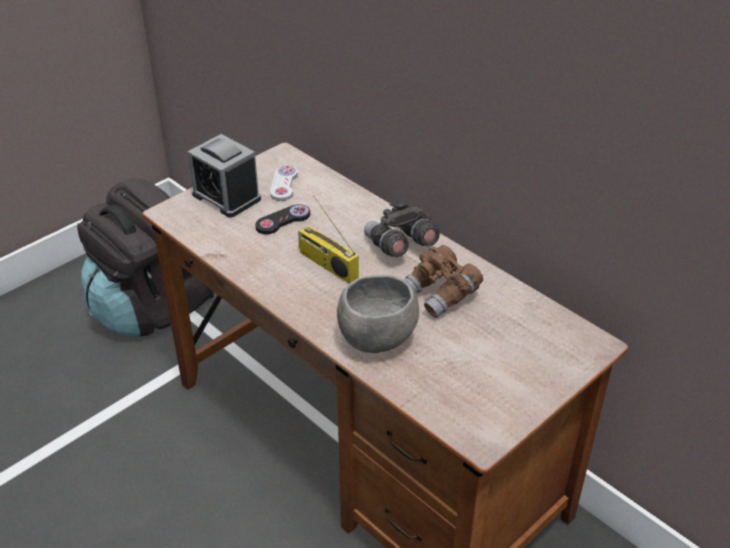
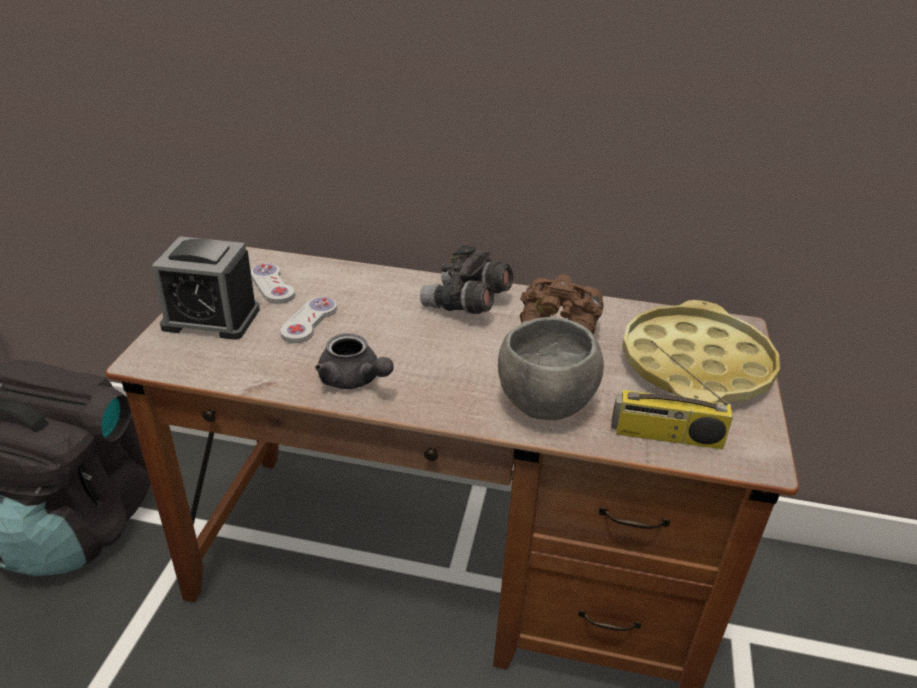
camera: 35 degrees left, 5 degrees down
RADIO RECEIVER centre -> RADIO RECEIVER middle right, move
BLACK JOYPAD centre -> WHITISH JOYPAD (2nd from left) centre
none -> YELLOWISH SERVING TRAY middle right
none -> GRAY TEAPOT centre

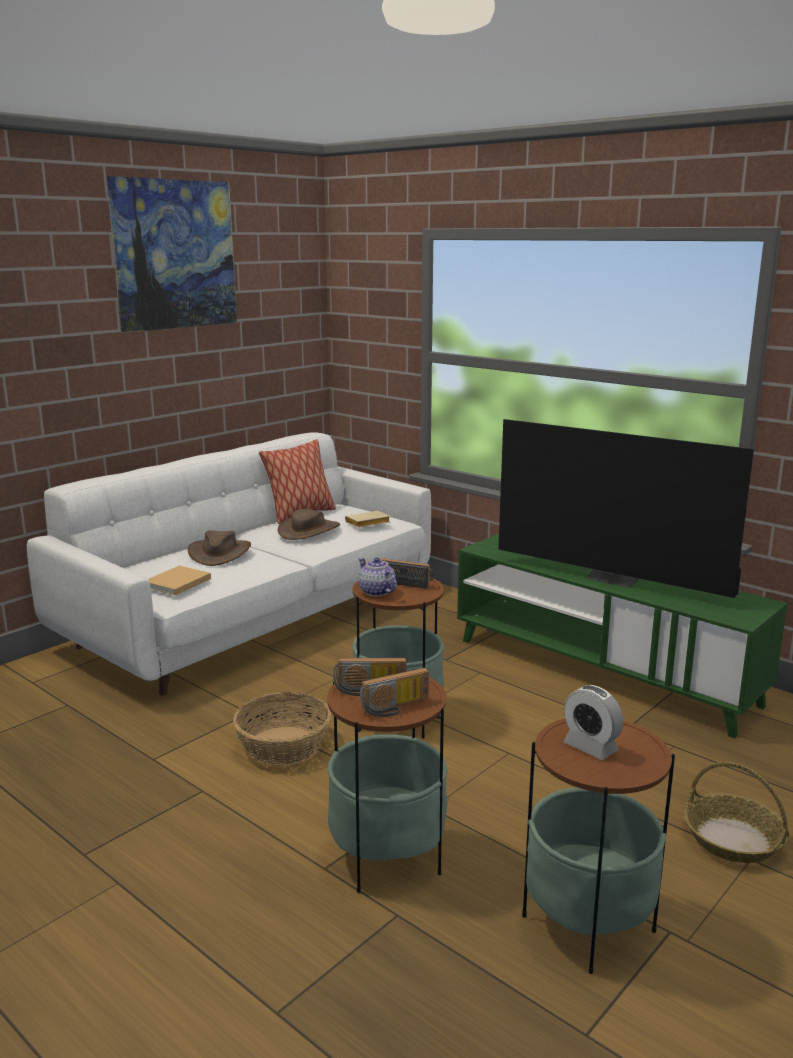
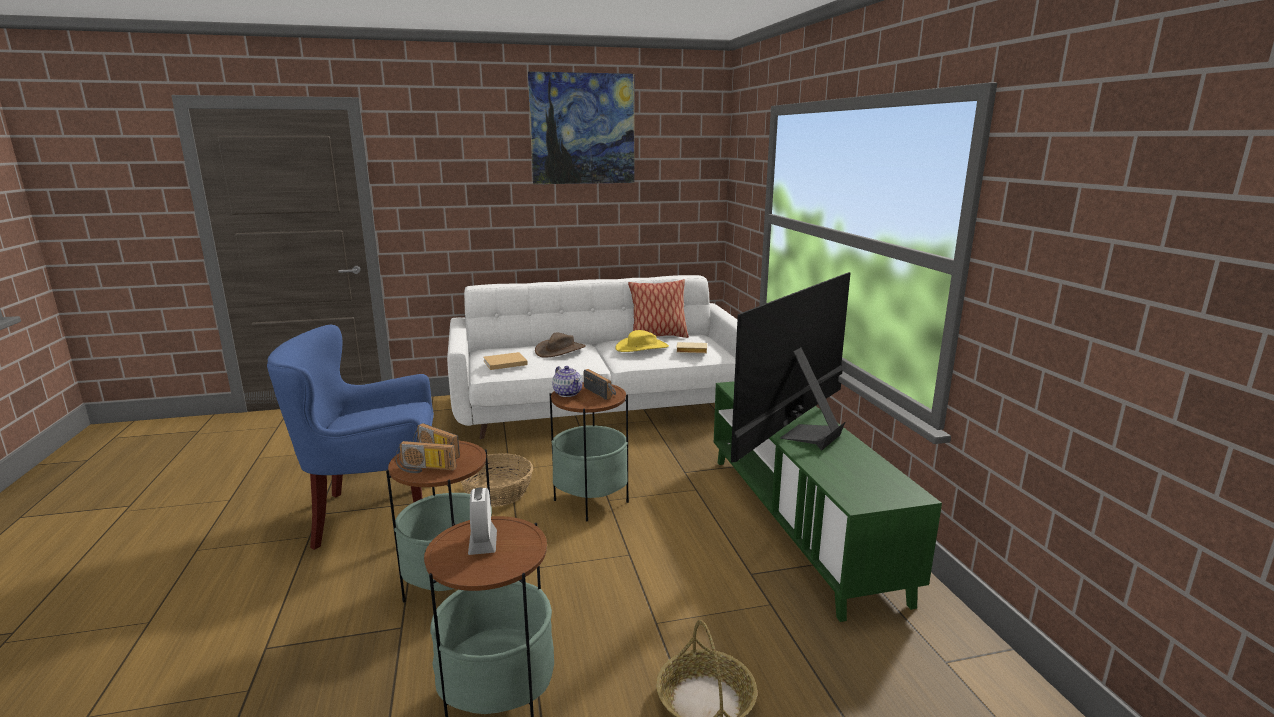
camera: 35 degrees right, 0 degrees up
TV middle right -> TV centre, 60 degrees clockwise
BROWN-COLOURED WEARABLE HAT (2nd from left) centre -> YELLOWISH WEARABLE HAT centre
TEAPOT centre, 150 degrees clockwise
none -> BLUE-COLOURED LOUNGE CHAIR middle left

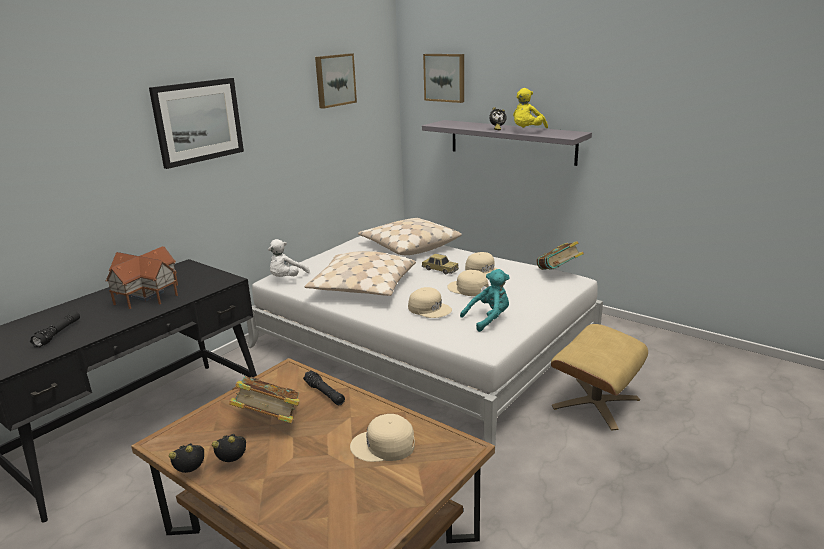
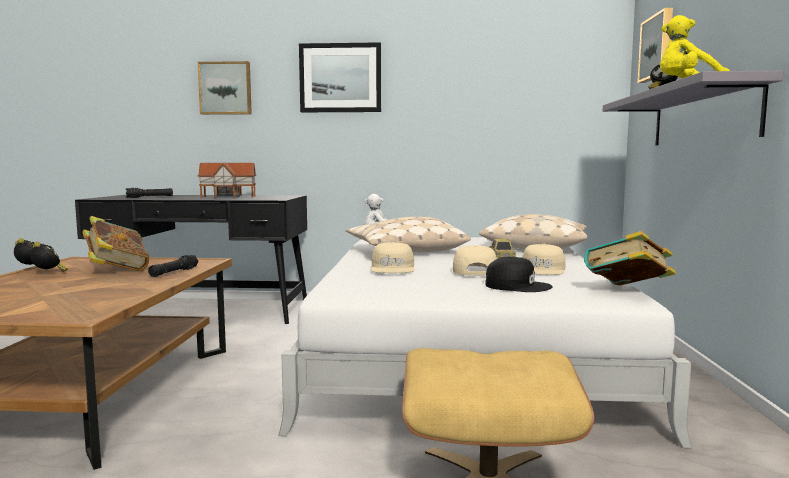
camera: 55 degrees right, 15 degrees down
PICTURE (2nd from left in the first image) top centre -> PICTURE (1st from left) top left, move
TURQUOISE-COLOURED CUDDLY TOY centre -> none
BEIGE BASEBALL CAP (1st from left) bottom centre -> none
none -> BLACK BASEBALL CAP centre

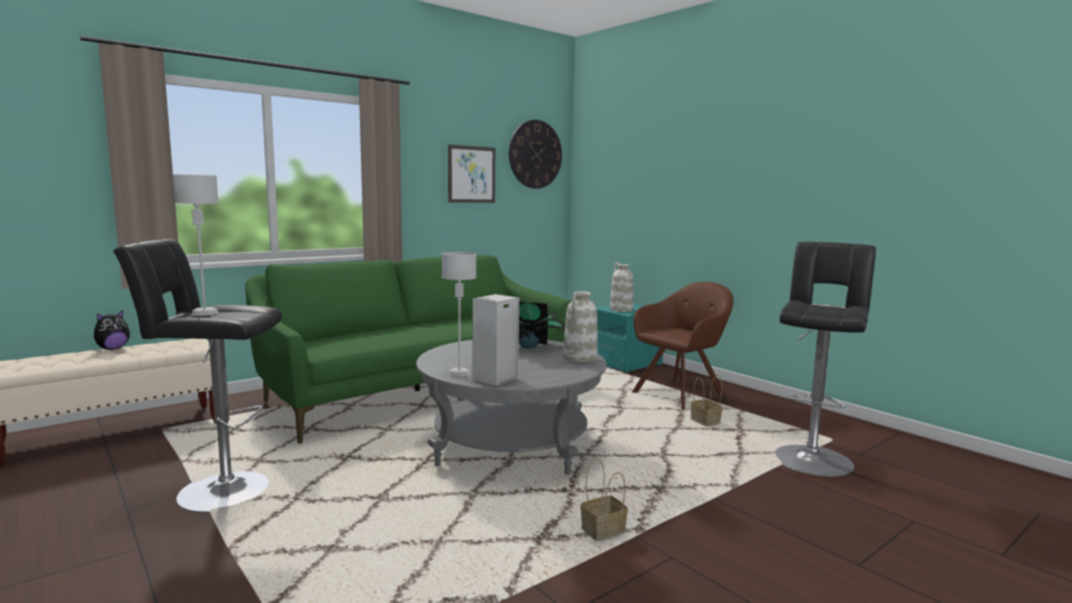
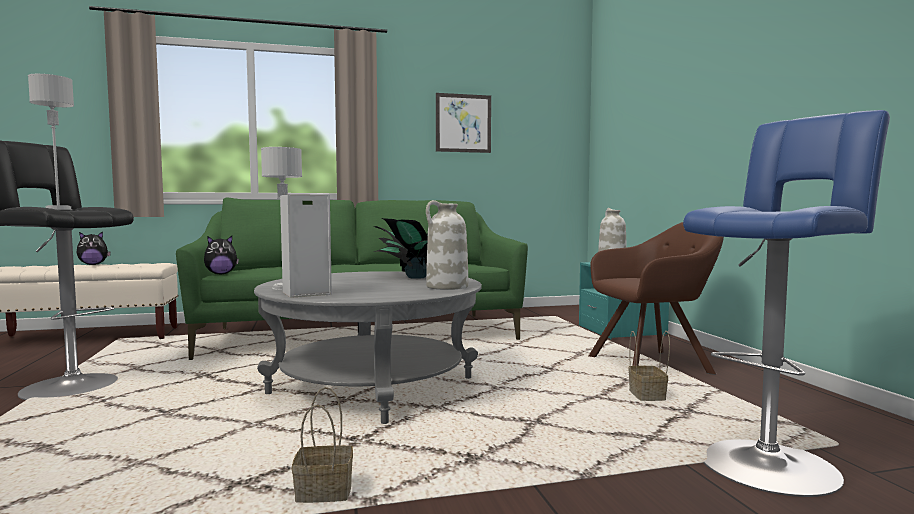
camera: 25 degrees right, 5 degrees down
HANGING CLOCK top centre -> none
BLACK STOOL (2nd from left) middle right -> BLUE-COLOURED STOOL middle right
none -> CUDDLY TOY (2nd from left) middle left

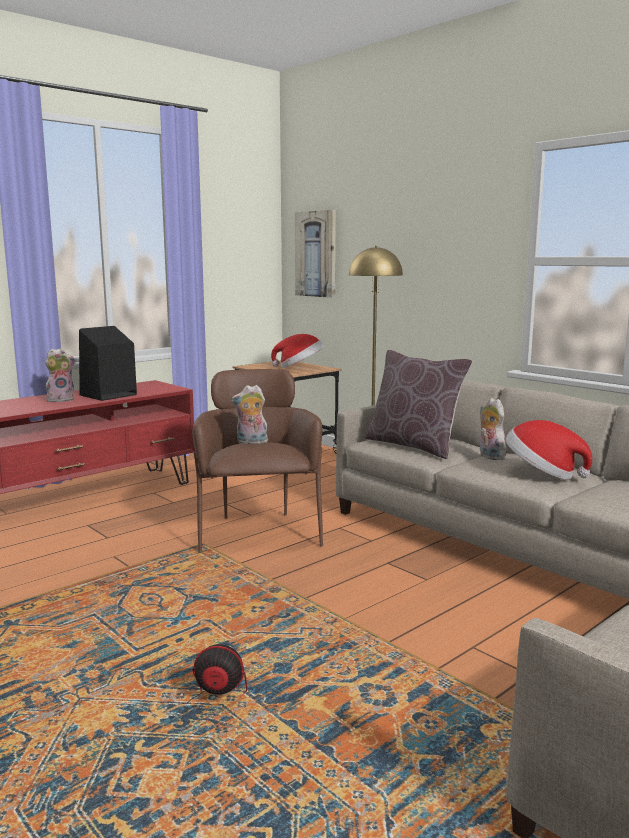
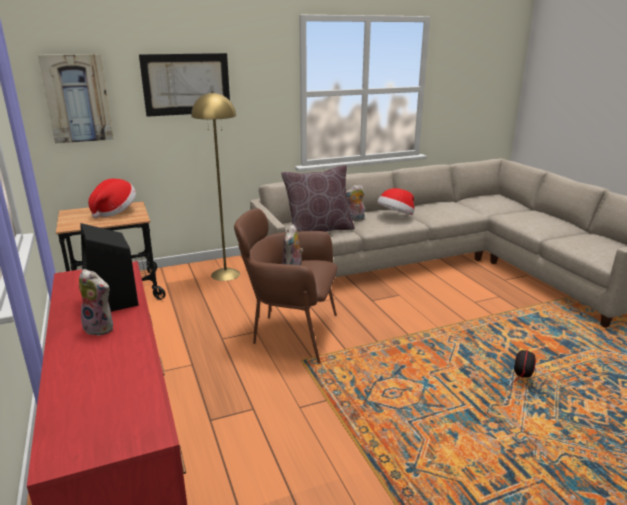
camera: 70 degrees left, 10 degrees up
CUDDLY TOY (1st from left) middle left, 120 degrees clockwise
none -> PICTURE (2nd from left) top left

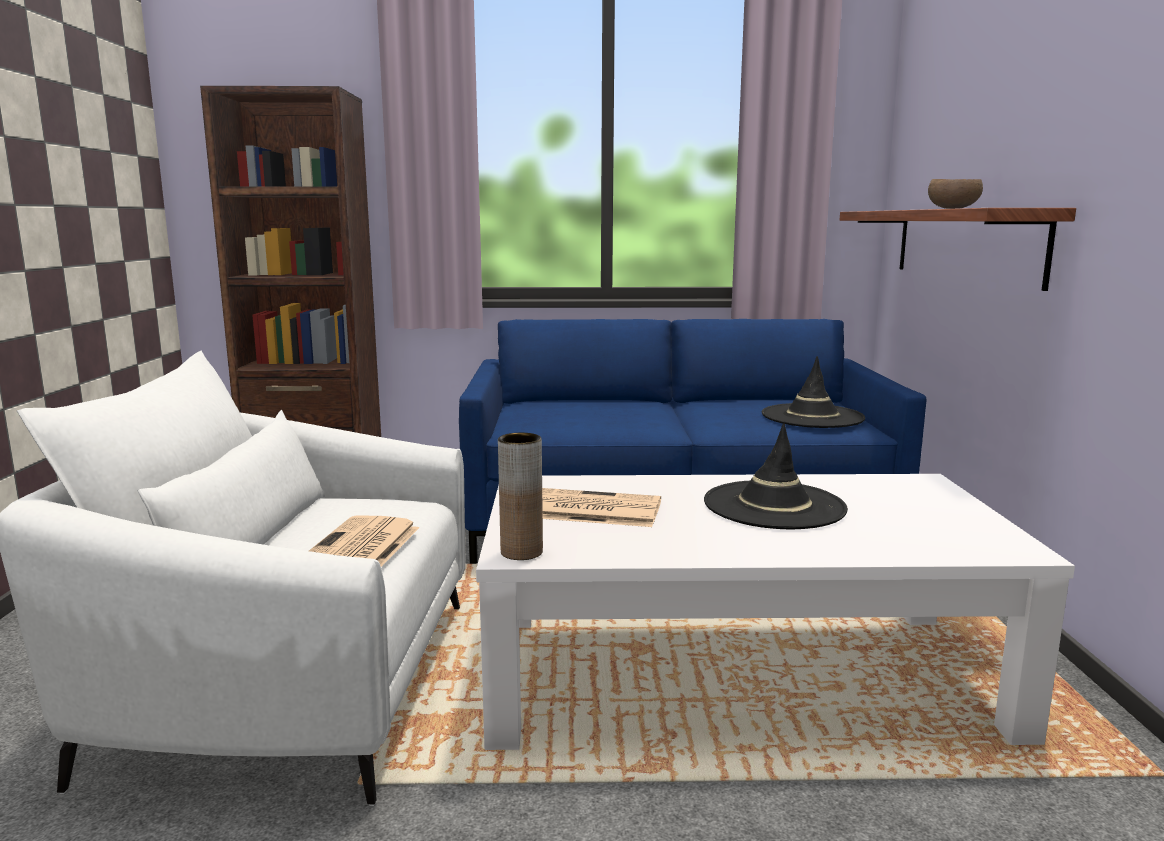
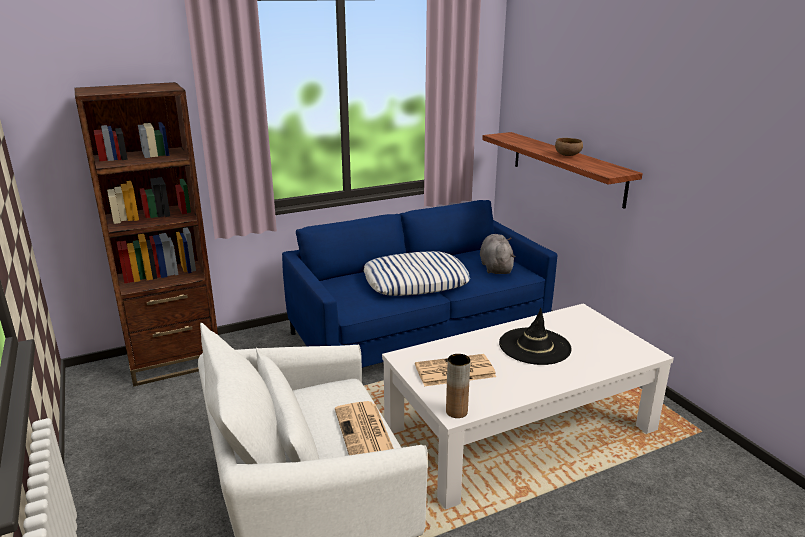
camera: 25 degrees left, 10 degrees up
BLACK WEARABLE HAT (2nd from left) middle right -> GRAY CUDDLY TOY centre
none -> PILLOW centre

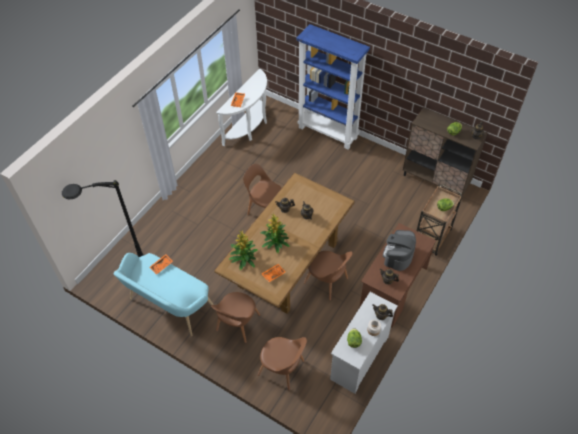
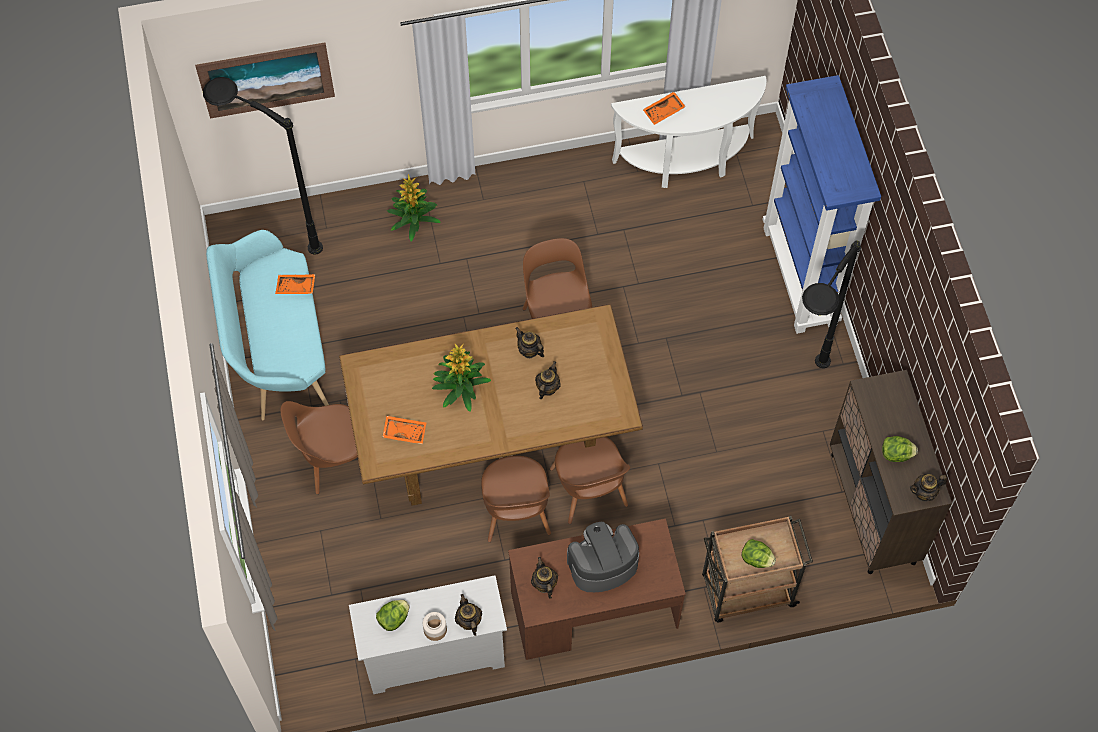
camera: 45 degrees right, 10 degrees up
HOUSEPLANT (1st from left) centre -> HOUSEPLANT (1st from left) top centre, move
BROWN-COLOURED PLAIN CHAIR (3rd from left in the first image) bottom centre -> BROWN-COLOURED PLAIN CHAIR (4th from left) centre, move
none -> PICTURE top left
none -> BLACK FLOOR LAMP (2nd from left) middle right

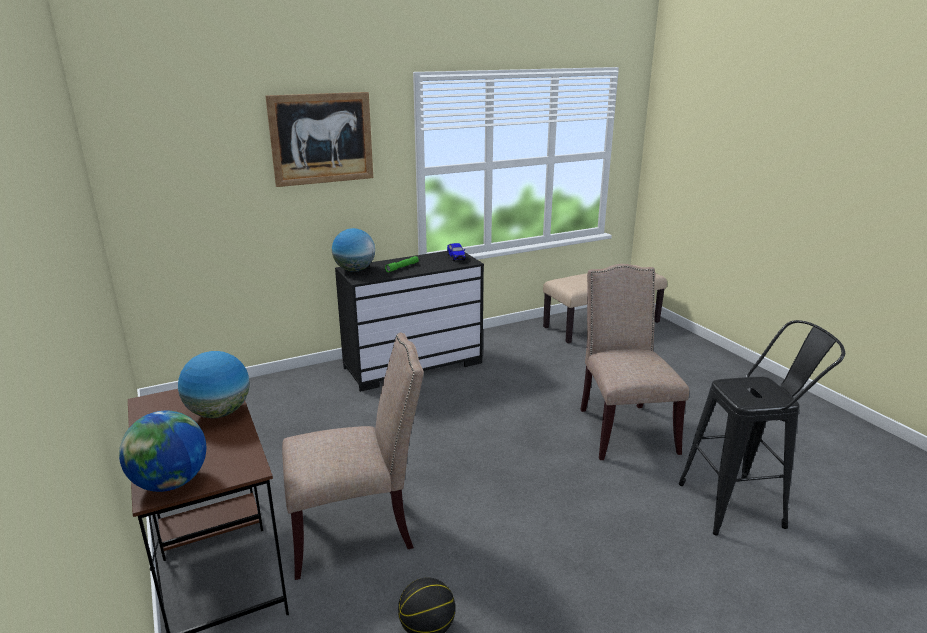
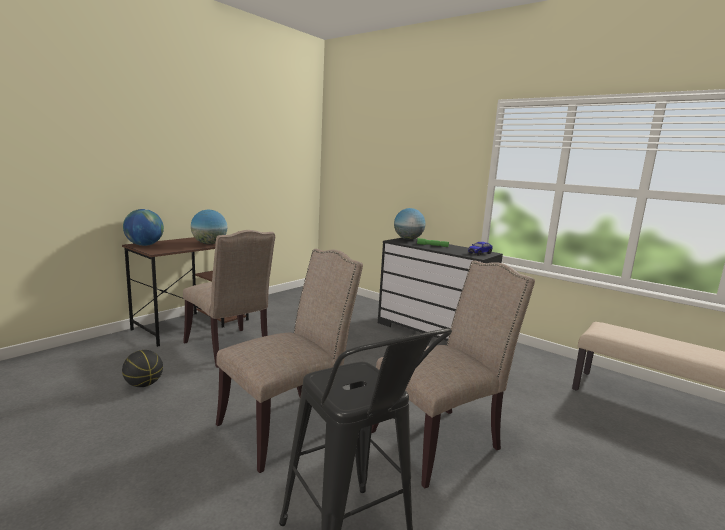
camera: 65 degrees right, 10 degrees down
PICTURE top centre -> none
none -> BEIGE PLAIN CHAIR (2nd from left) bottom centre

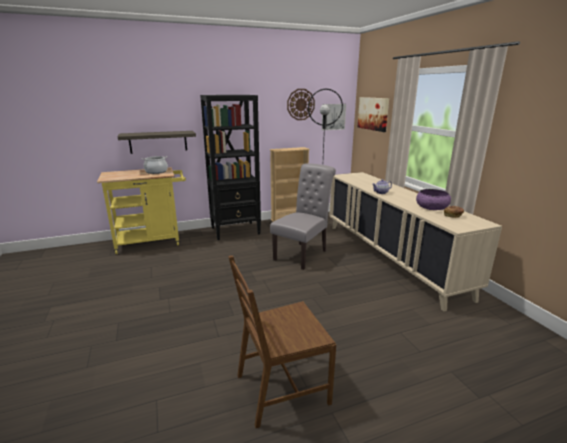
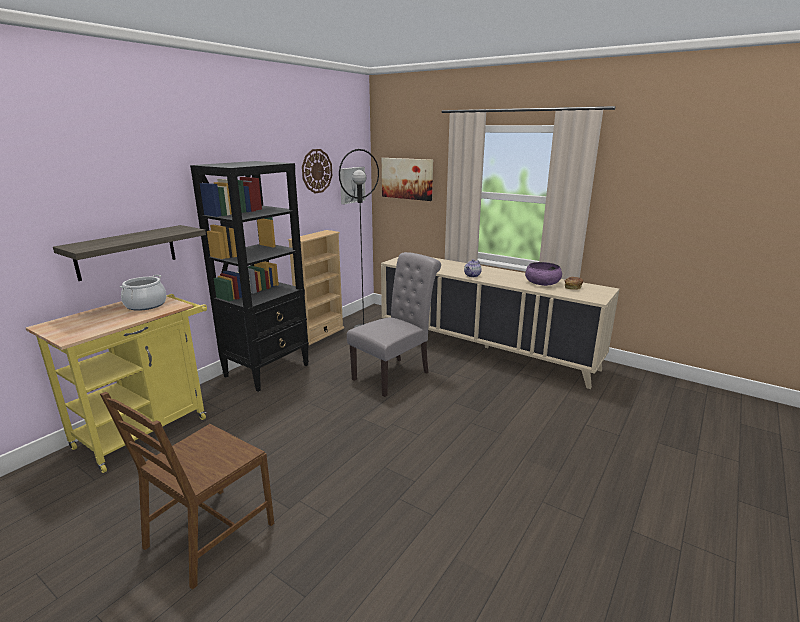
camera: 35 degrees left, 0 degrees up
GRAY PLAIN CHAIR centre, 45 degrees clockwise
BROWN-COLOURED PLAIN CHAIR bottom centre -> BROWN-COLOURED PLAIN CHAIR bottom left, move

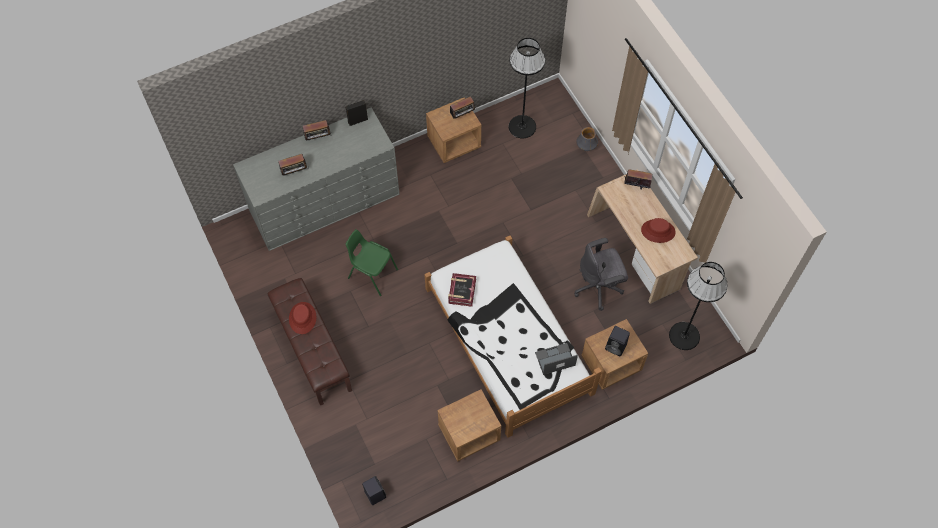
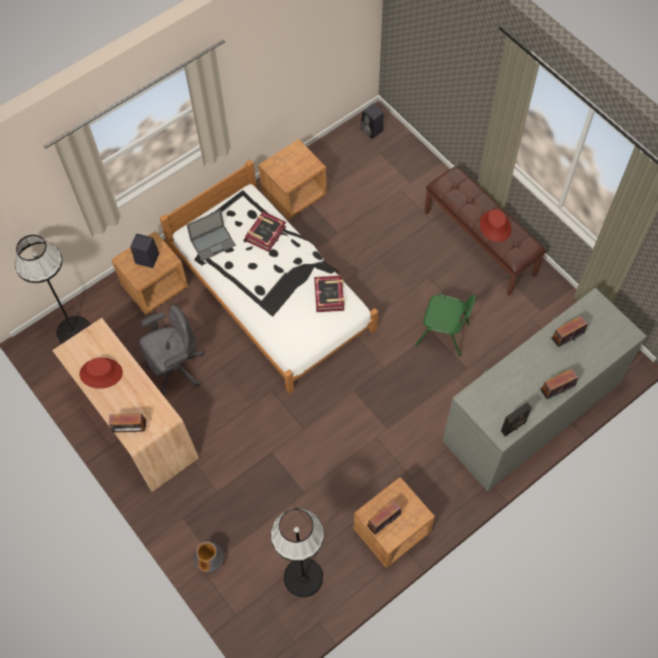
camera: 170 degrees right, 0 degrees up
none -> BOOK (1st from left) centre

